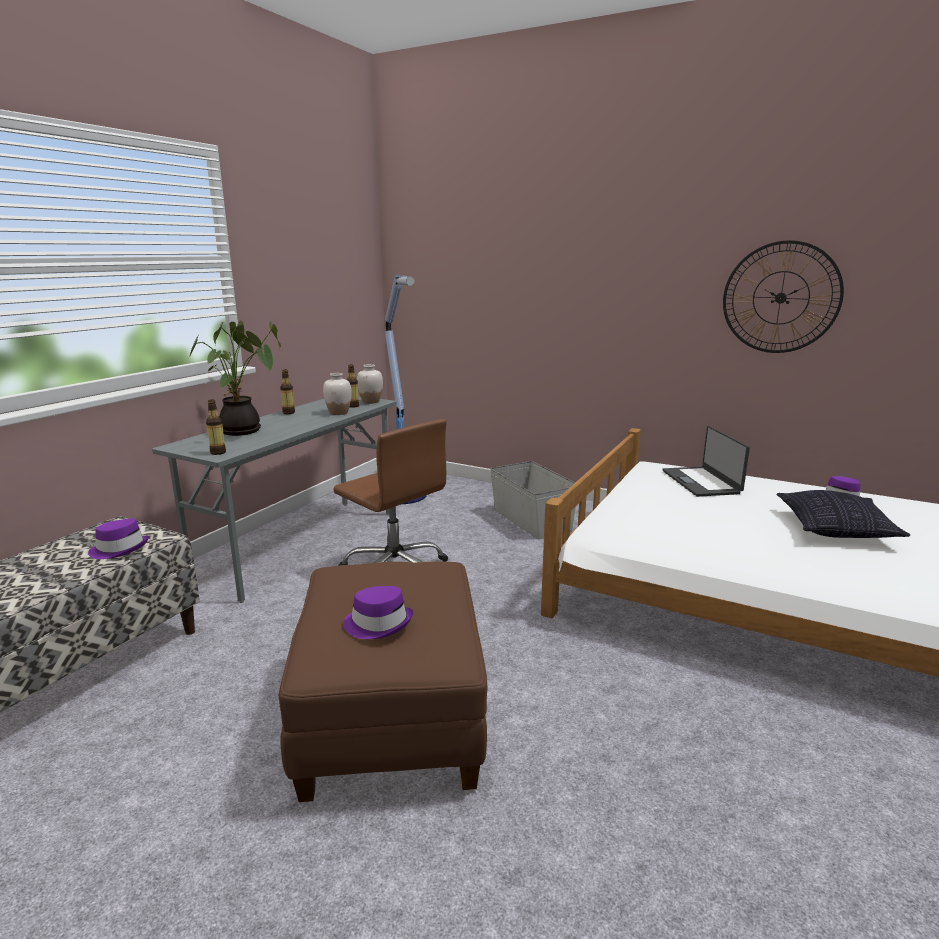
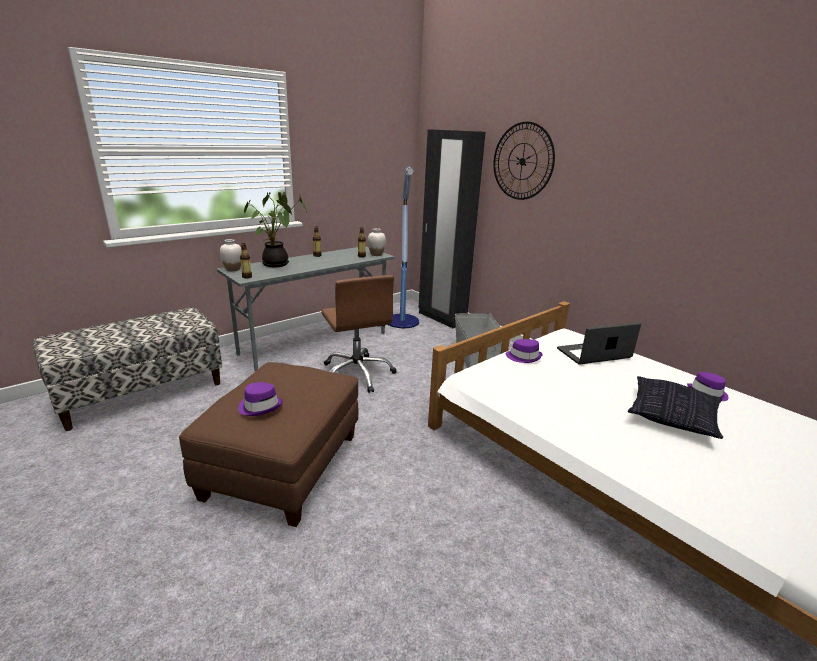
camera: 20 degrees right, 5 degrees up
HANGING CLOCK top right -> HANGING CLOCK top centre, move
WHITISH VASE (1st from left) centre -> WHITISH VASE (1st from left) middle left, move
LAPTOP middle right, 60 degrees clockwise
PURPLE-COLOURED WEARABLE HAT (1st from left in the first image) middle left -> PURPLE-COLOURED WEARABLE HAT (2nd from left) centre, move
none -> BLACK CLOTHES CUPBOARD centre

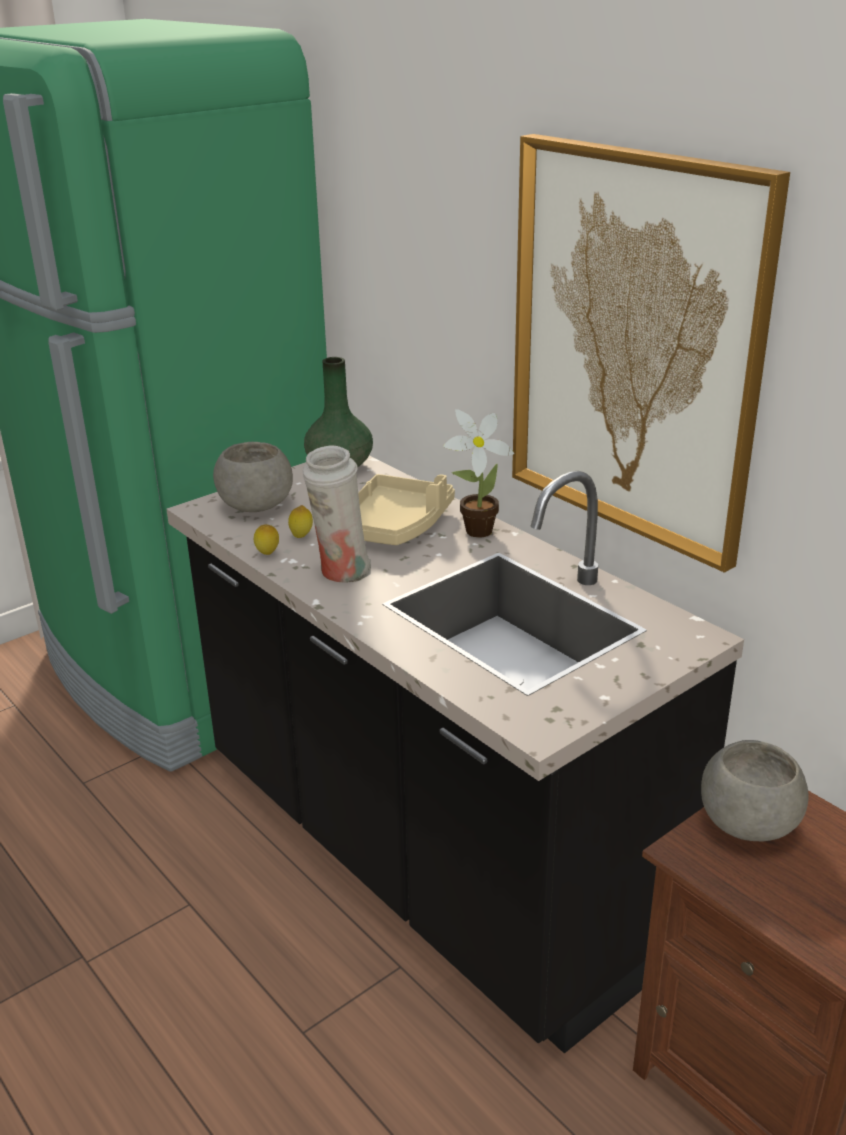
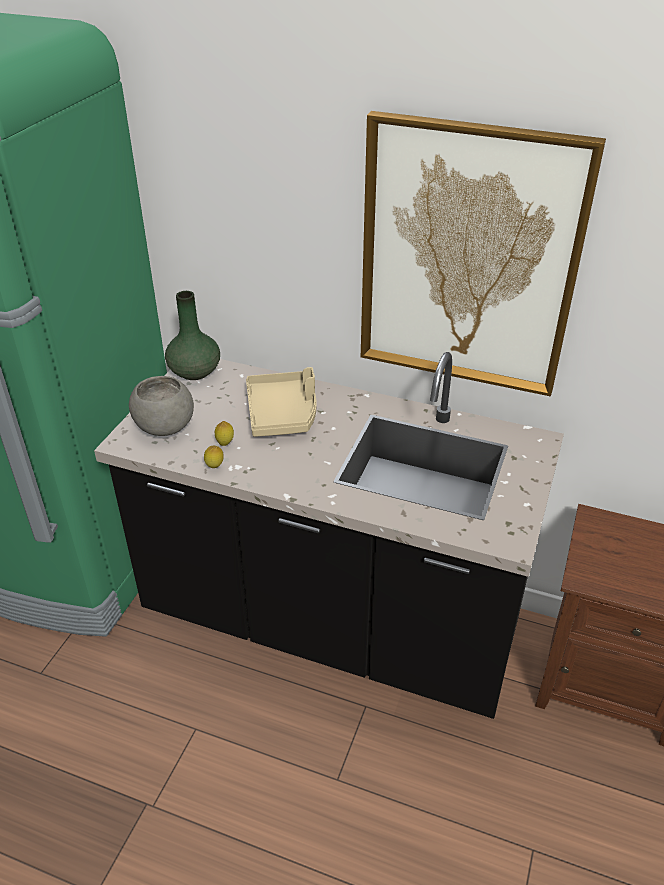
camera: 30 degrees left, 10 degrees up
HOUSEPLANT centre -> none
WHITISH VASE centre -> none
GRAY SERVING BOWL (2nd from left) bottom right -> none

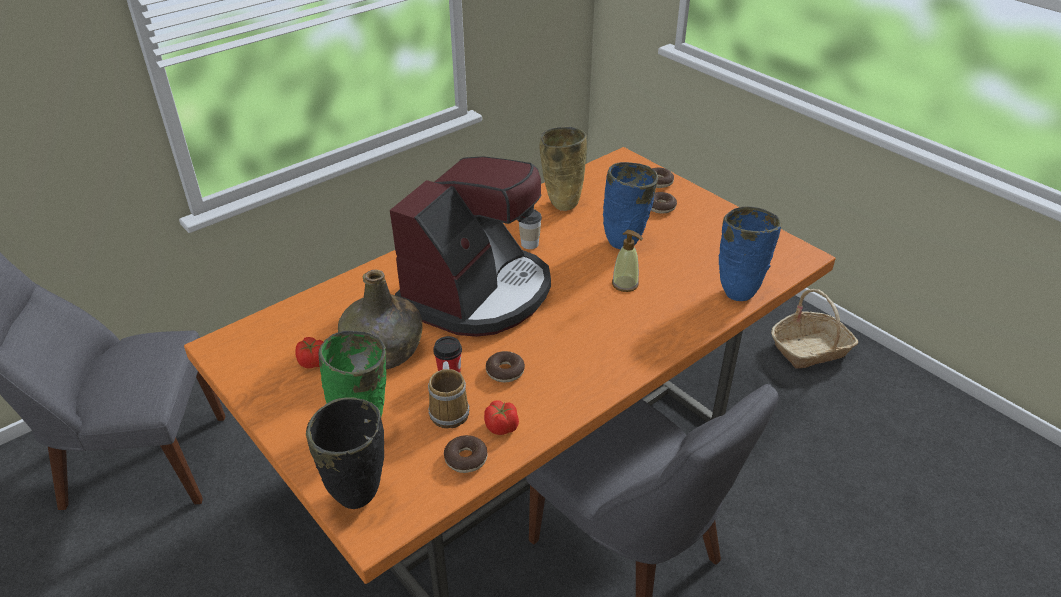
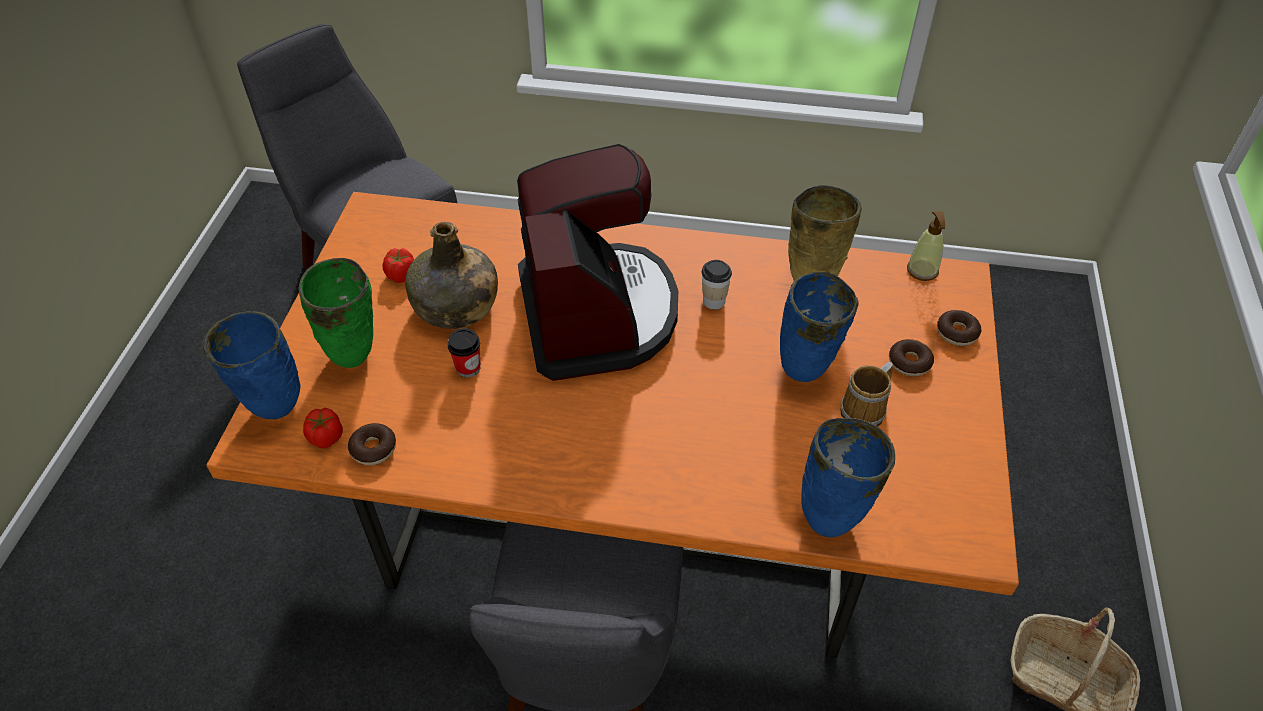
camera: 50 degrees right, 10 degrees up
COFFEE BREWER centre, 90 degrees counterclockwise
SOAP DISPENSER centre -> SOAP DISPENSER middle right, move
RING DOUGHNUT (2nd from left) centre -> none
MUG centre -> MUG middle right, move
BLACK VASE bottom left -> BLUE-COLOURED VASE (1st from left) middle left
WHOLE TOMATO (2nd from left in the first image) bottom centre -> WHOLE TOMATO (1st from left) middle left, move

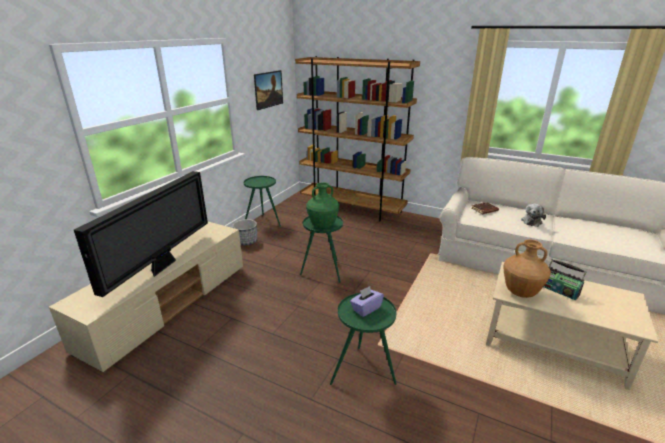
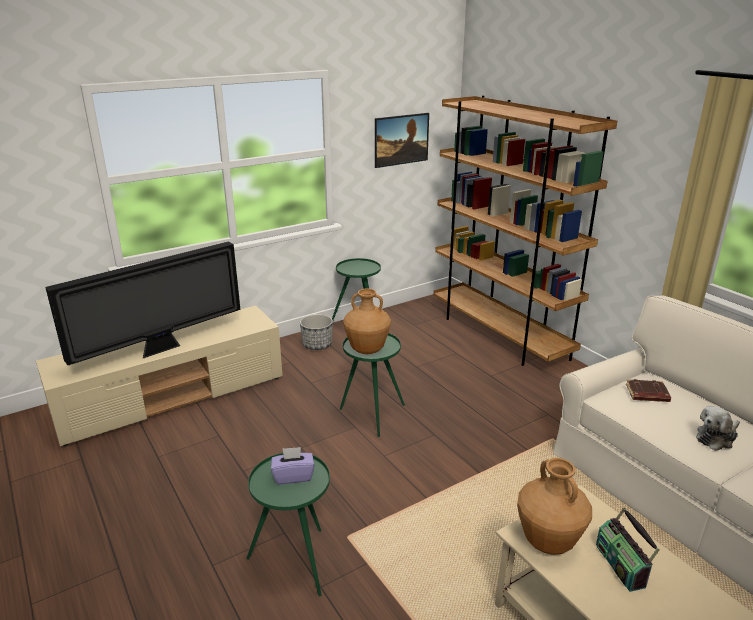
camera: 30 degrees right, 0 degrees up
GREEN VASE centre -> BROWN-COLOURED VASE (1st from left) centre

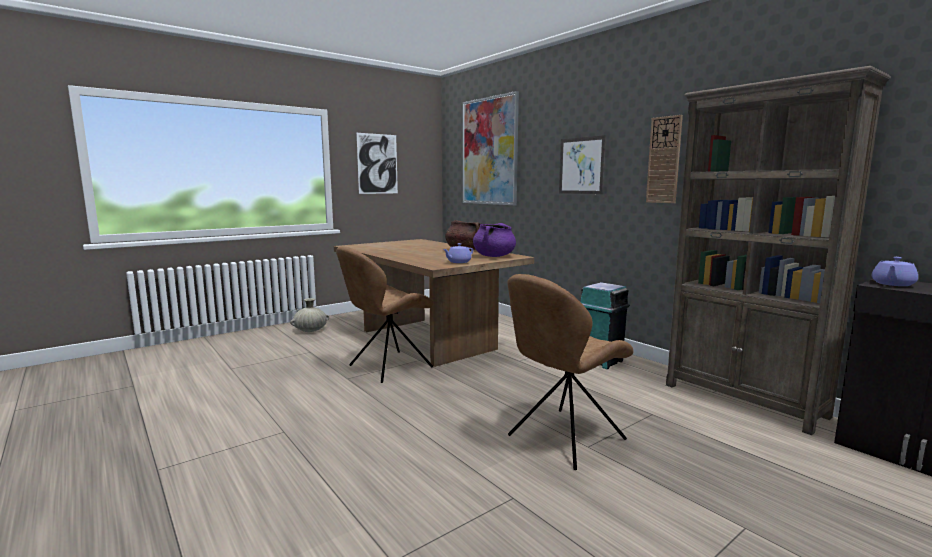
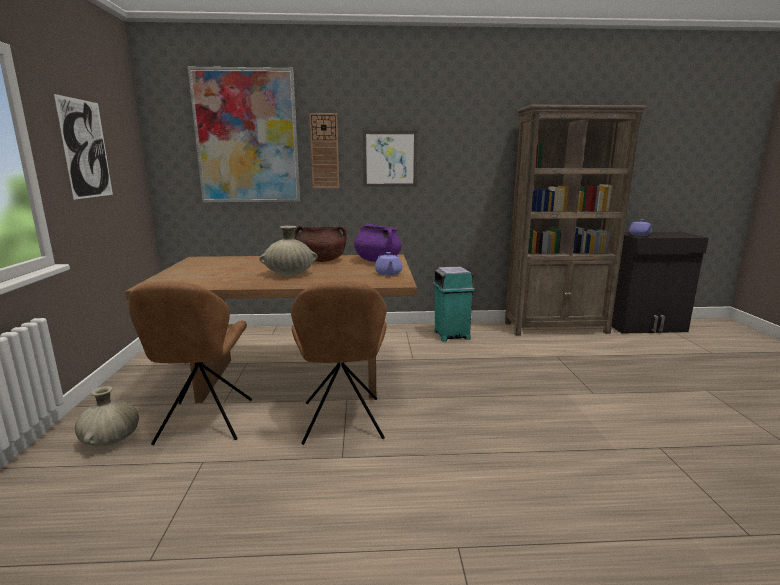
camera: 55 degrees left, 5 degrees up
HANGING CLOCK top right -> HANGING CLOCK top centre, move
BROWN-COLOURED PLAIN CHAIR (2nd from left in the first image) bottom centre -> BROWN-COLOURED PLAIN CHAIR (1st from left) middle left, move
none -> BEIGE VASE (2nd from left) centre

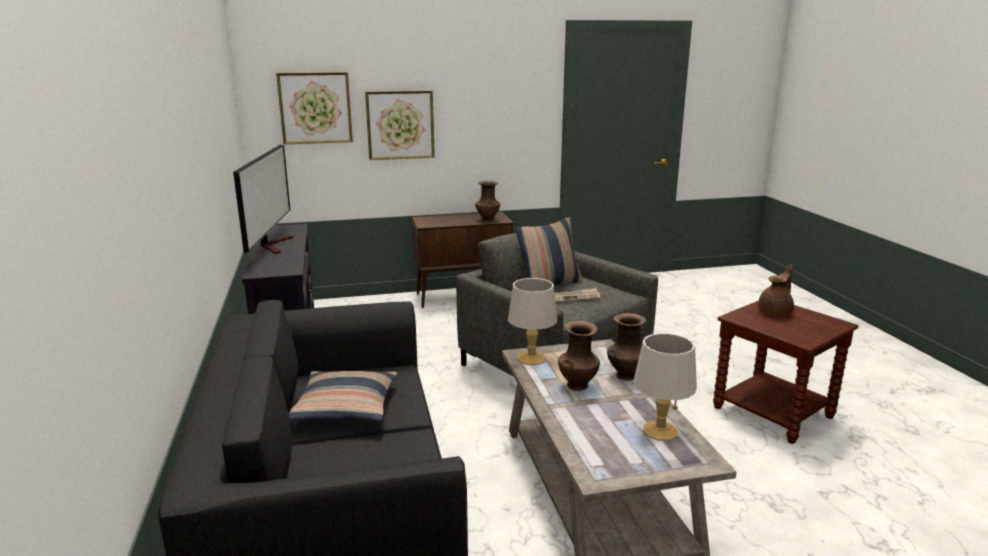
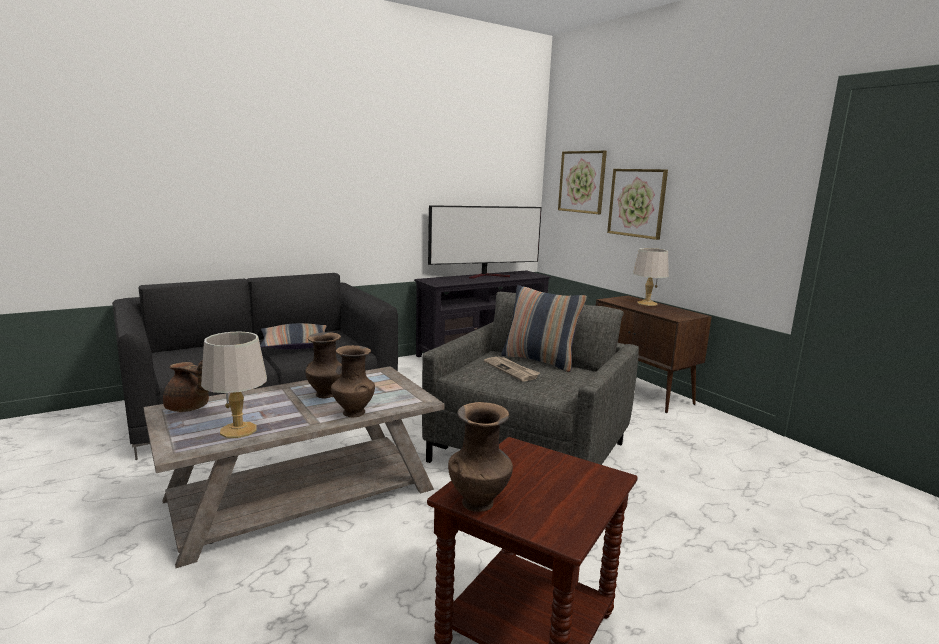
camera: 70 degrees right, 5 degrees down
BROWN-COLOURED VASE (1st from left in the first image) centre -> BROWN-COLOURED VASE (3rd from left) bottom centre, move
BROWN-COLOURED TEAPOT middle right -> BROWN-COLOURED TEAPOT middle left, move
GRAY TABLETOP LAMP (1st from left in the first image) centre -> GRAY TABLETOP LAMP (2nd from left) middle right, move

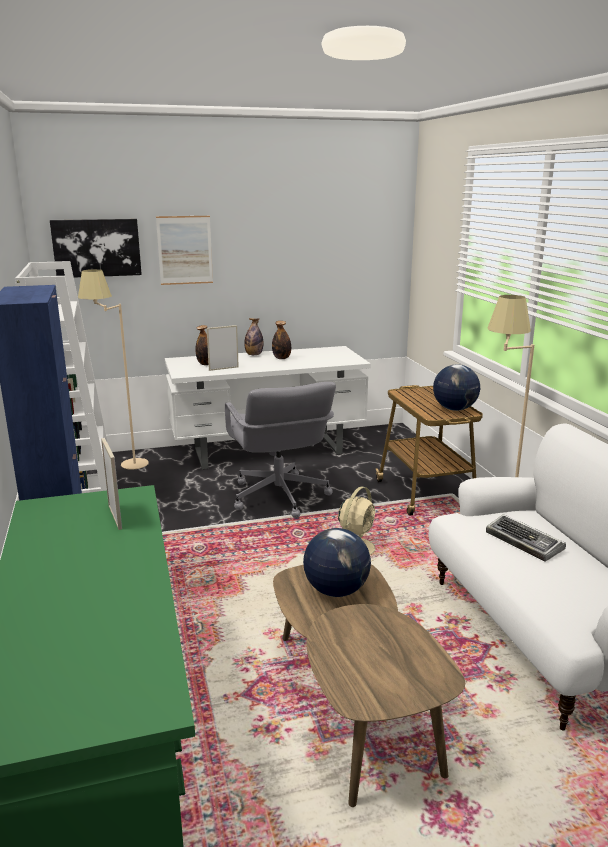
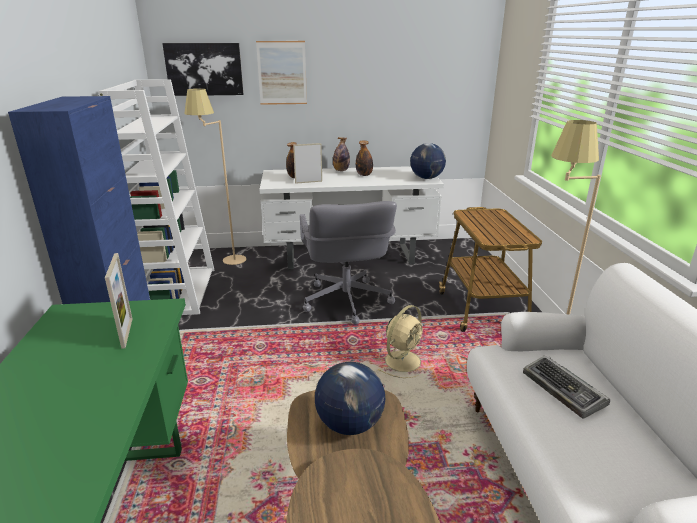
camera: 10 degrees right, 5 degrees up
DESK GLOBE (2nd from left) middle right -> DESK GLOBE (2nd from left) top centre, move

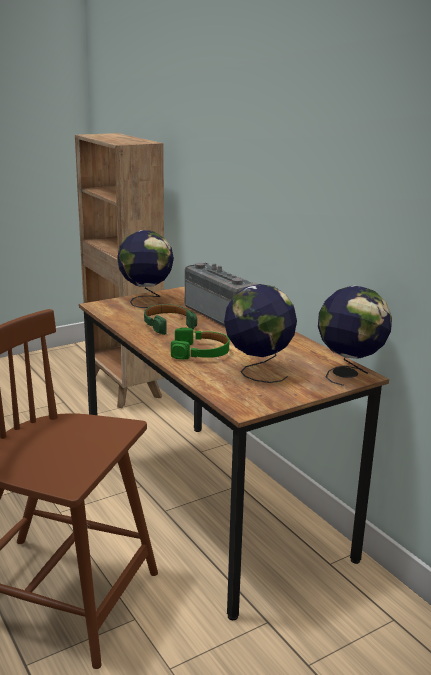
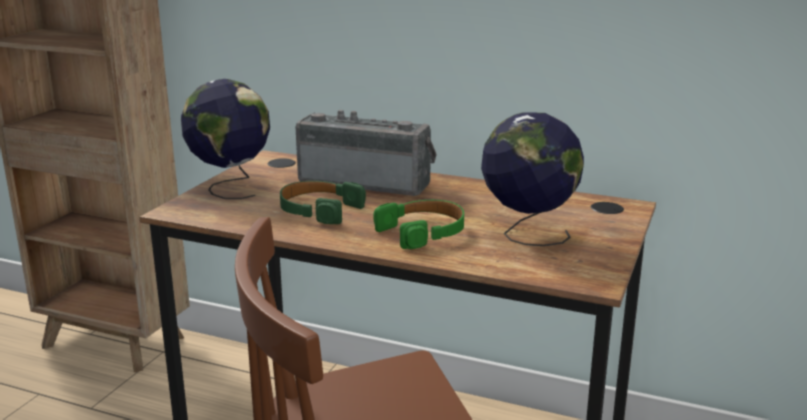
camera: 35 degrees left, 0 degrees up
DESK GLOBE (3rd from left) middle right -> none

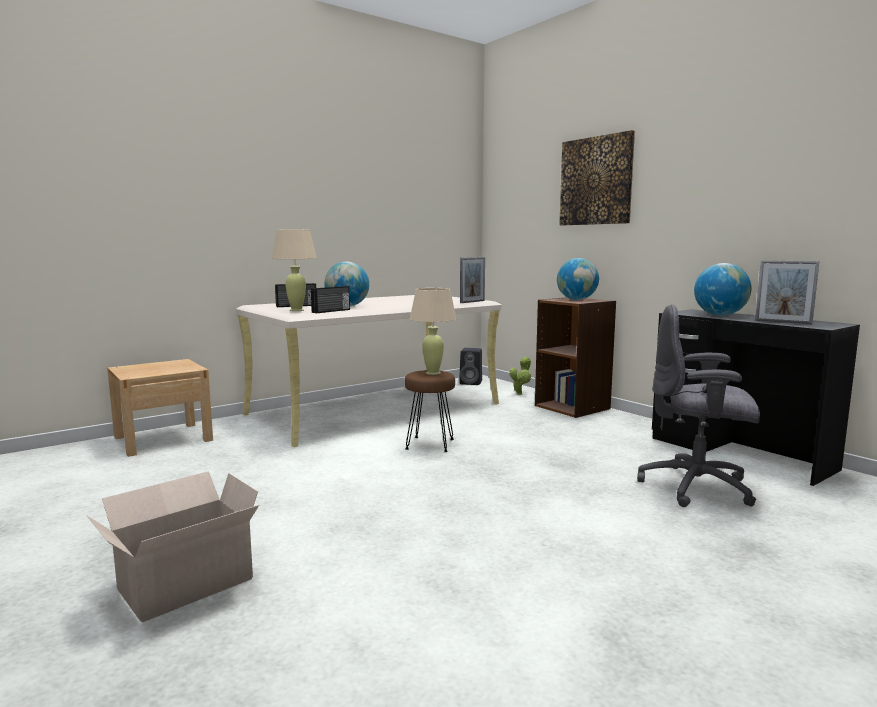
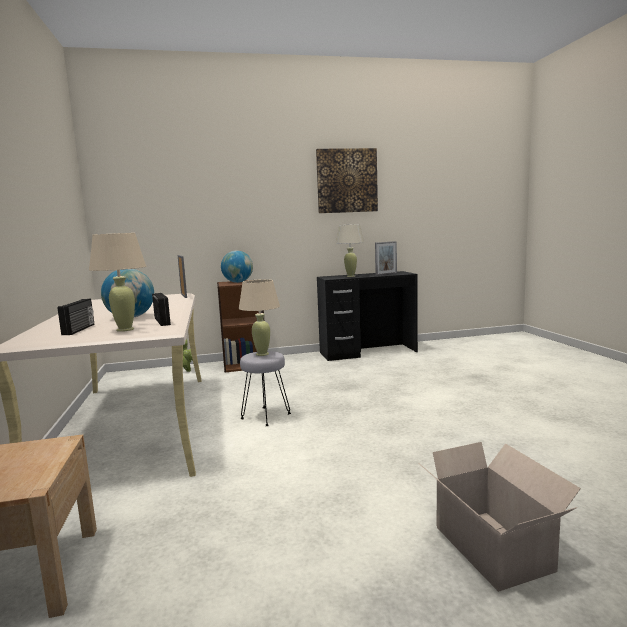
camera: 65 degrees left, 0 degrees up
PICTURE top right -> PICTURE top centre, move
DESK GLOBE (3rd from left) middle right -> BEIGE TABLETOP LAMP (3rd from left) centre
GRAY COMPUTER CHAIR middle right -> none
BLACK LOUDSPEAKER centre -> none
BROWN-COLOURED STOOL centre -> GRAY STOOL centre

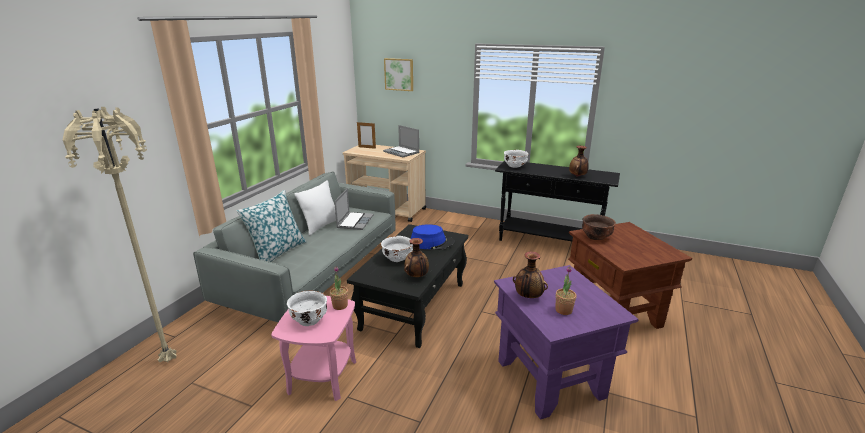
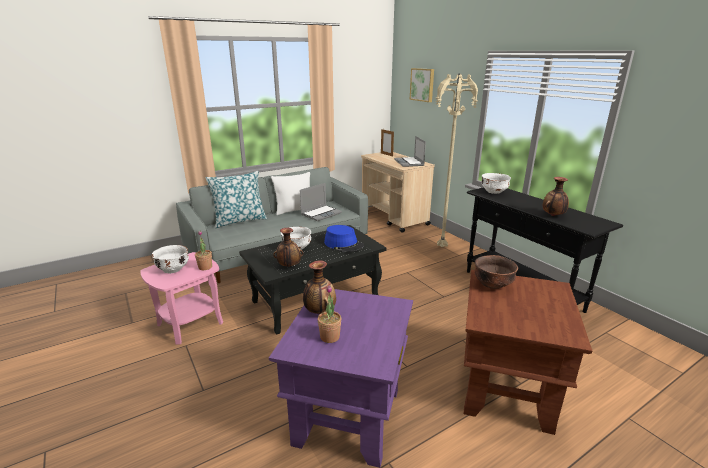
camera: 35 degrees right, 0 degrees up
BEIGE FLOOR LAMP middle left -> BEIGE FLOOR LAMP centre, move

